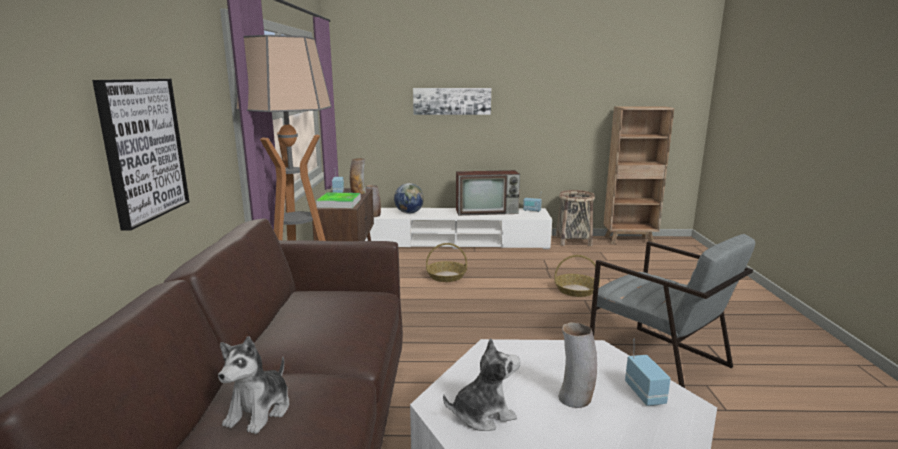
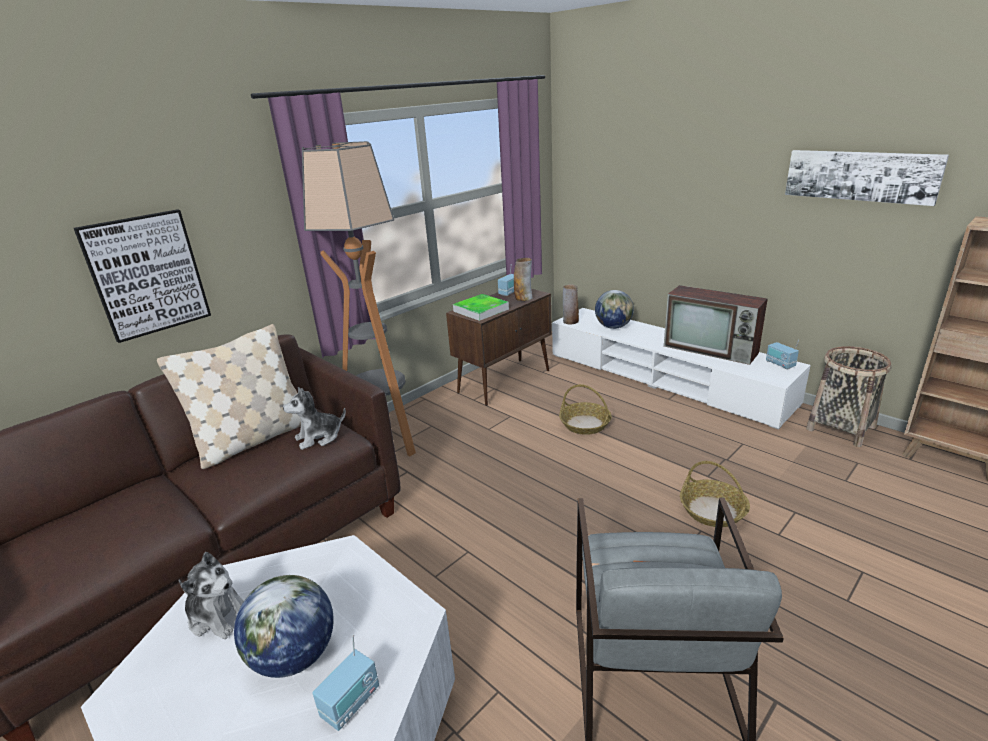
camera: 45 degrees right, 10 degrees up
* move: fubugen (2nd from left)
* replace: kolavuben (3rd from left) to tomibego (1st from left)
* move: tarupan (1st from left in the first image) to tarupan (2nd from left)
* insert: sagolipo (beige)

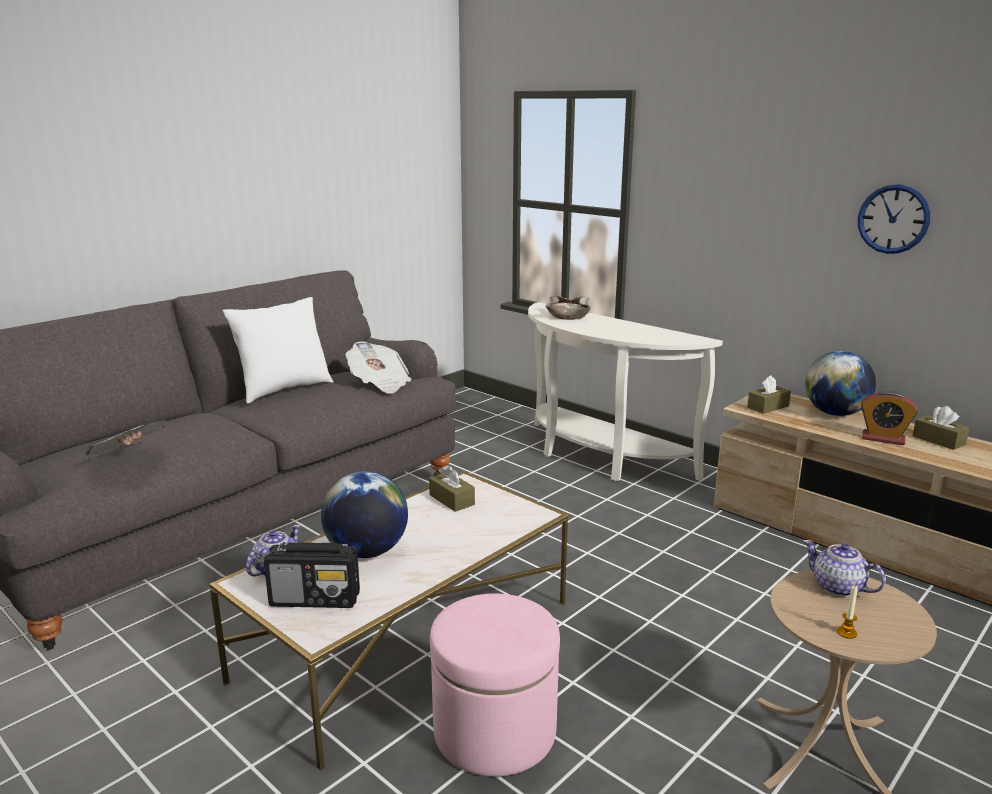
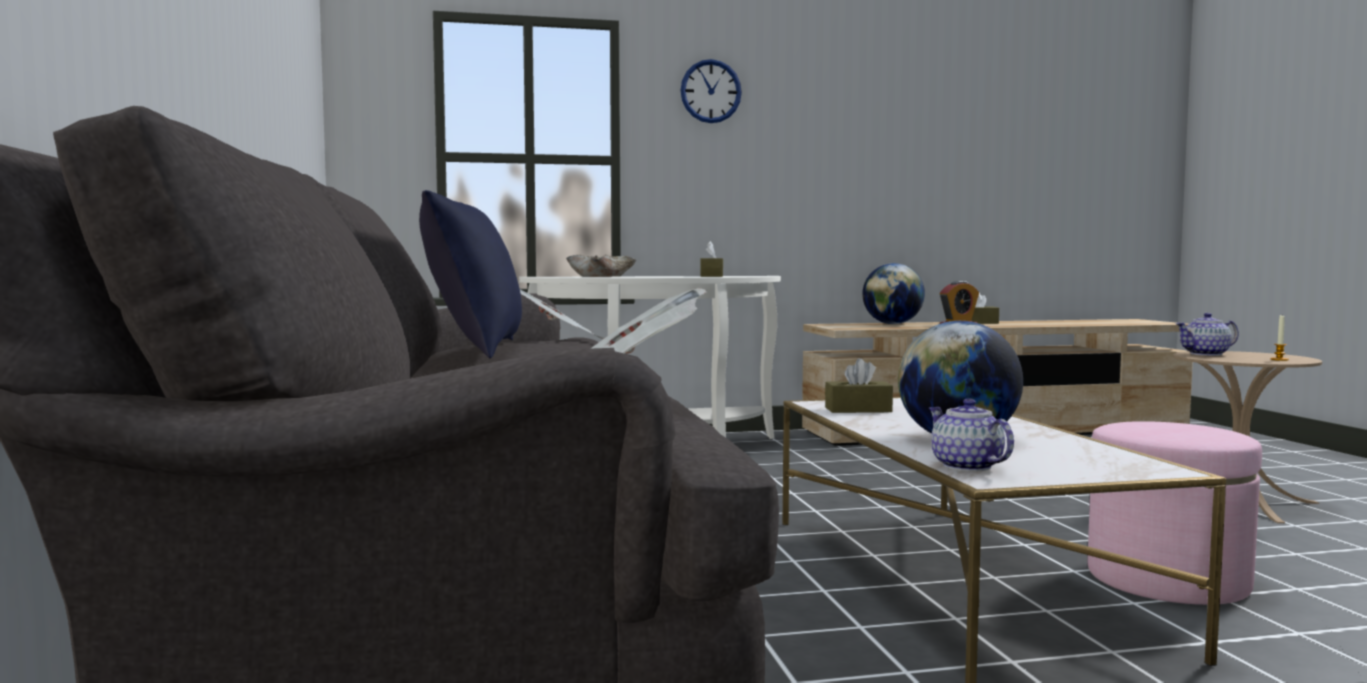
camera: 55 degrees left, 15 degrees down
* move: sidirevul
* recolor: sagolipo (white) to sagolipo (blue)
* move: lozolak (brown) (2nd from left in the first image) to lozolak (brown) (1st from left)
* delete: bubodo

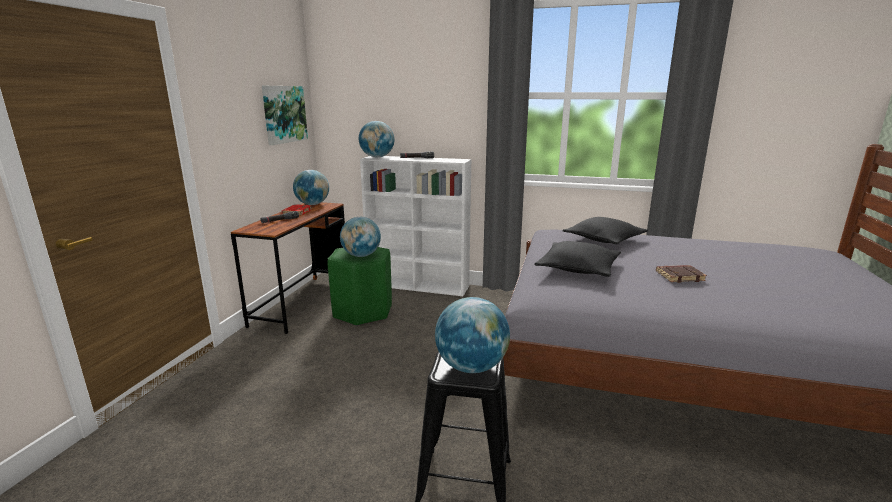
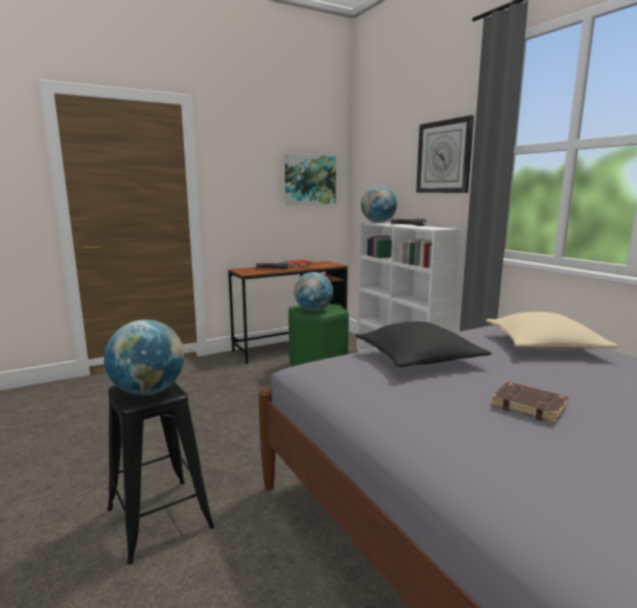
camera: 45 degrees right, 5 degrees down
* delete: tomibego (1st from left)
* recolor: sagolipo (black) (2nd from left) to sagolipo (beige)
* insert: sidirevul

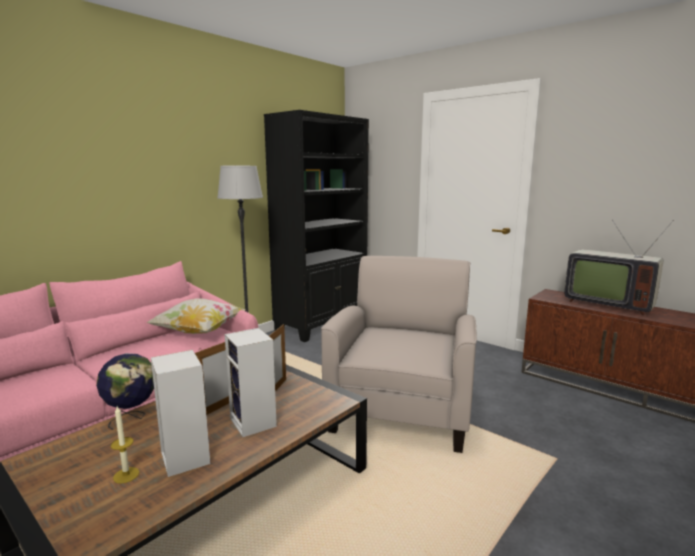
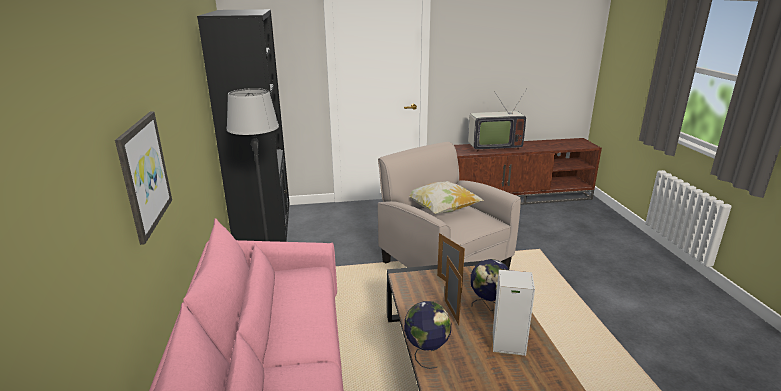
camera: 50 degrees left, 10 degrees up
* move: sagolipo
* replace: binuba (2nd from left) to tomibego (2nd from left)
* delete: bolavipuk
* insert: fubugen

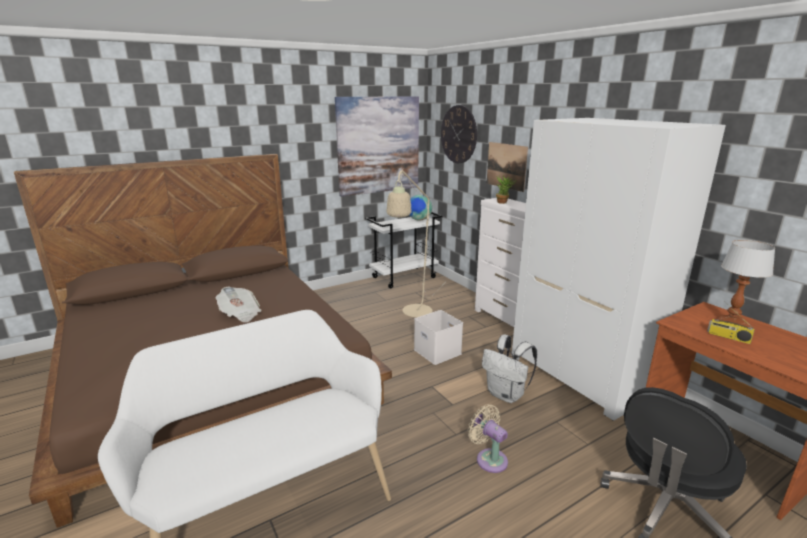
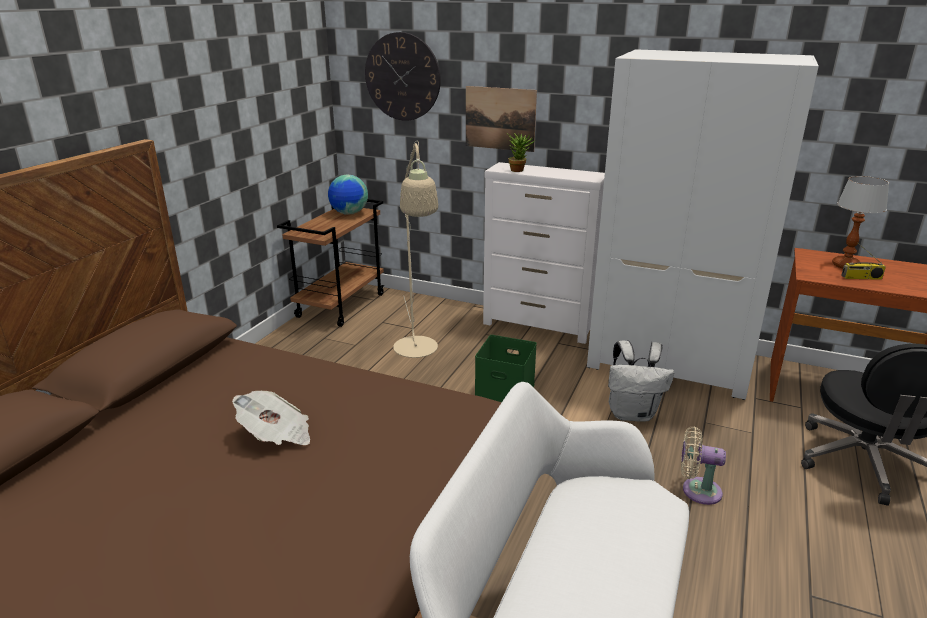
camera: 35 degrees left, 5 degrees up
* delete: fubugen (1st from left)
* recolor: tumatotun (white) to tumatotun (brown)
* recolor: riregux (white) to riregux (green)

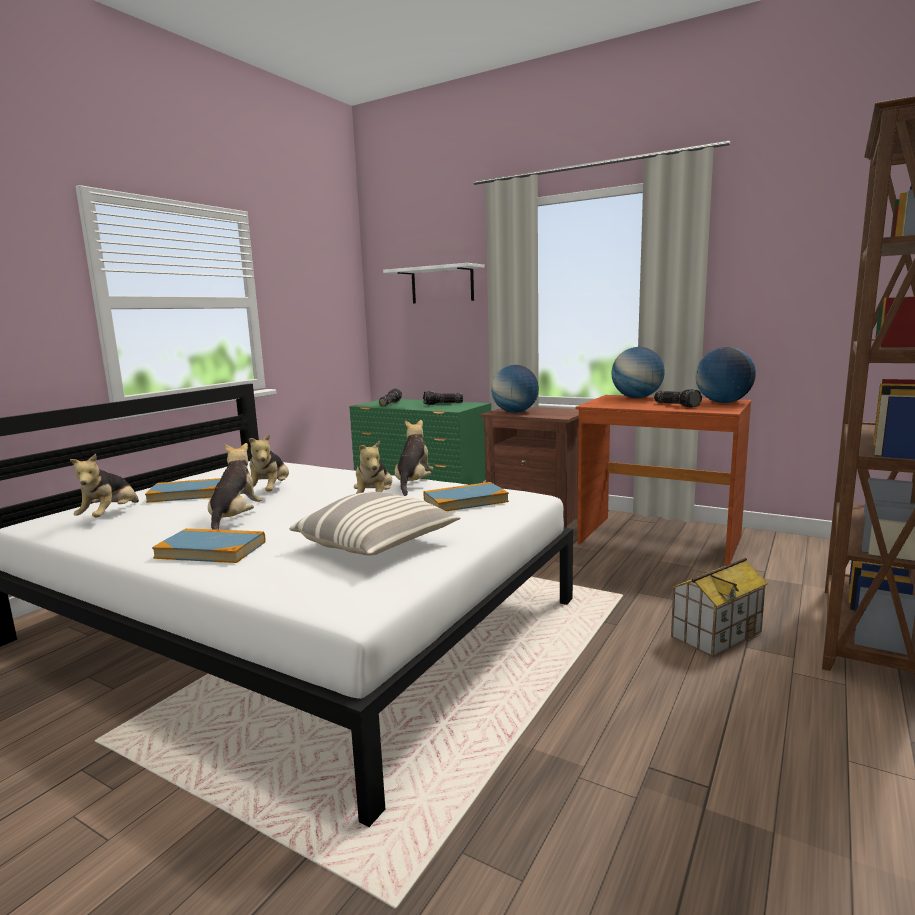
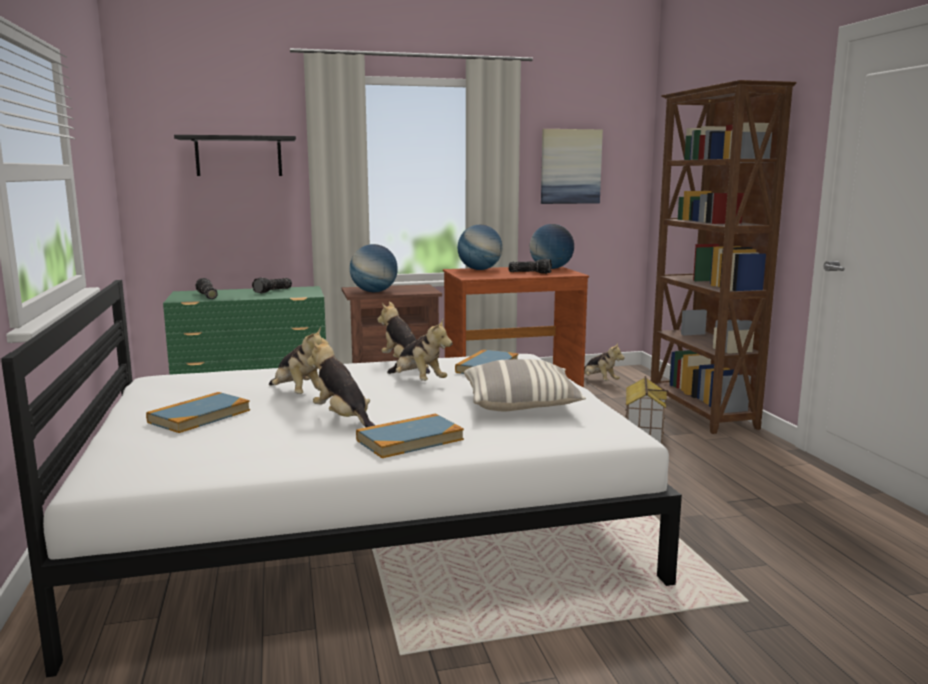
camera: 45 degrees left, 0 degrees up
* recolor: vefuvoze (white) to vefuvoze (black)
* move: tarupan (1st from left in the first image) to tarupan (5th from left)
* insert: fubugen

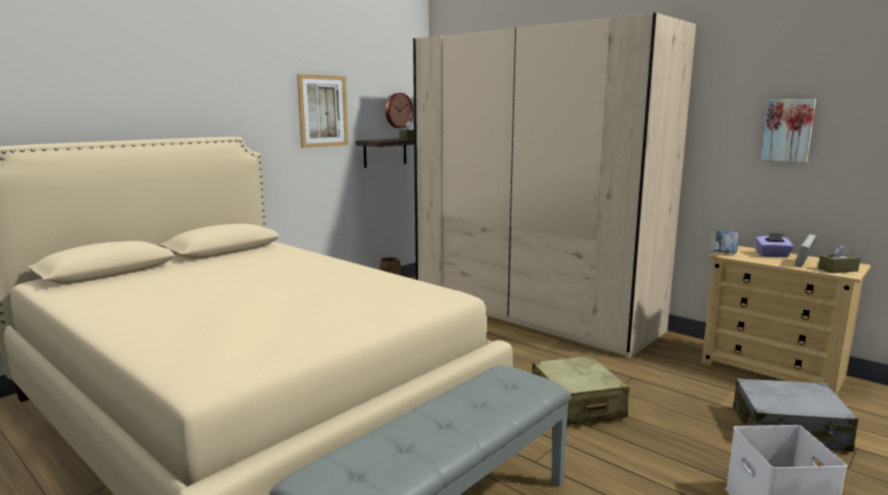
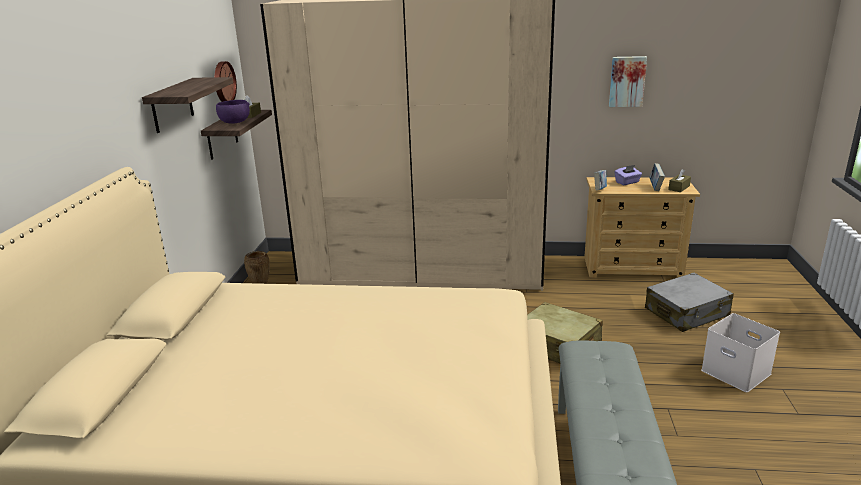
camera: 35 degrees left, 10 degrees up
* replace: fubugen (1st from left) to vefuvoze (1st from left)
* insert: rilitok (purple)

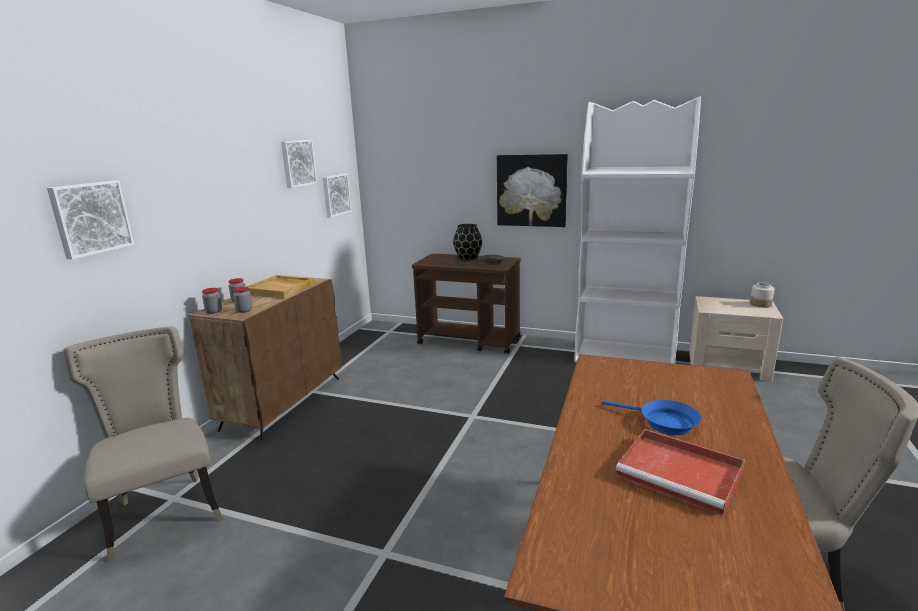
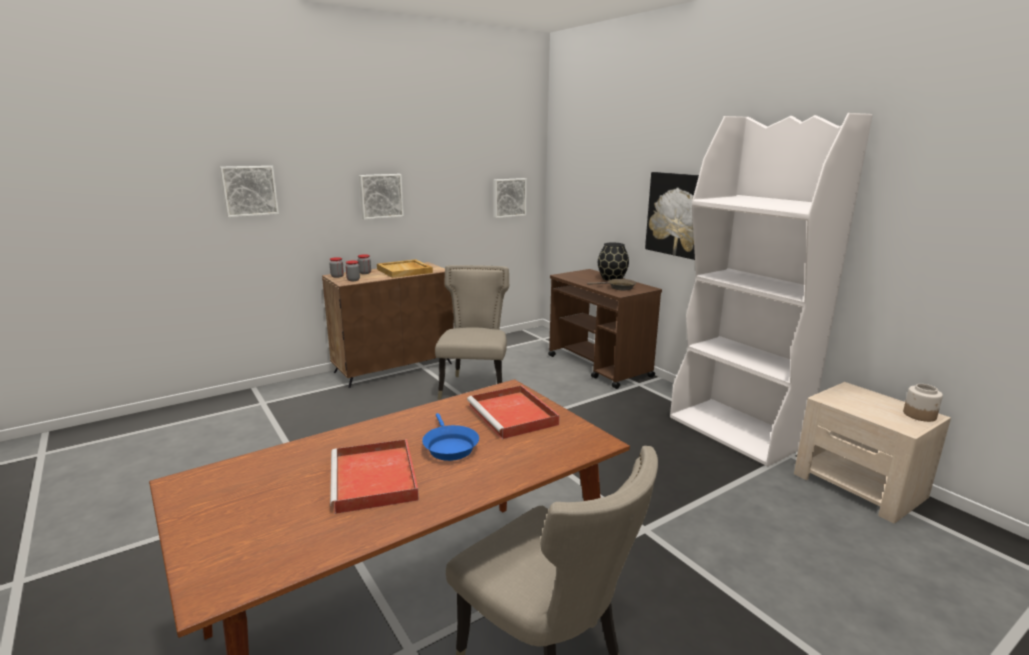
camera: 35 degrees right, 0 degrees up
* move: fubugen (2nd from left)
* move: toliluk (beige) (1st from left)
* insert: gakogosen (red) (2nd from left)

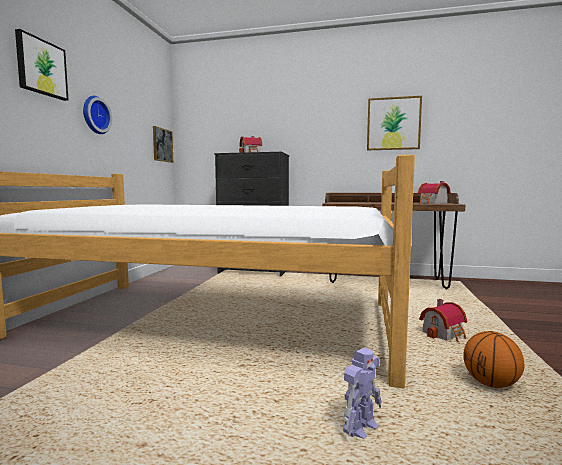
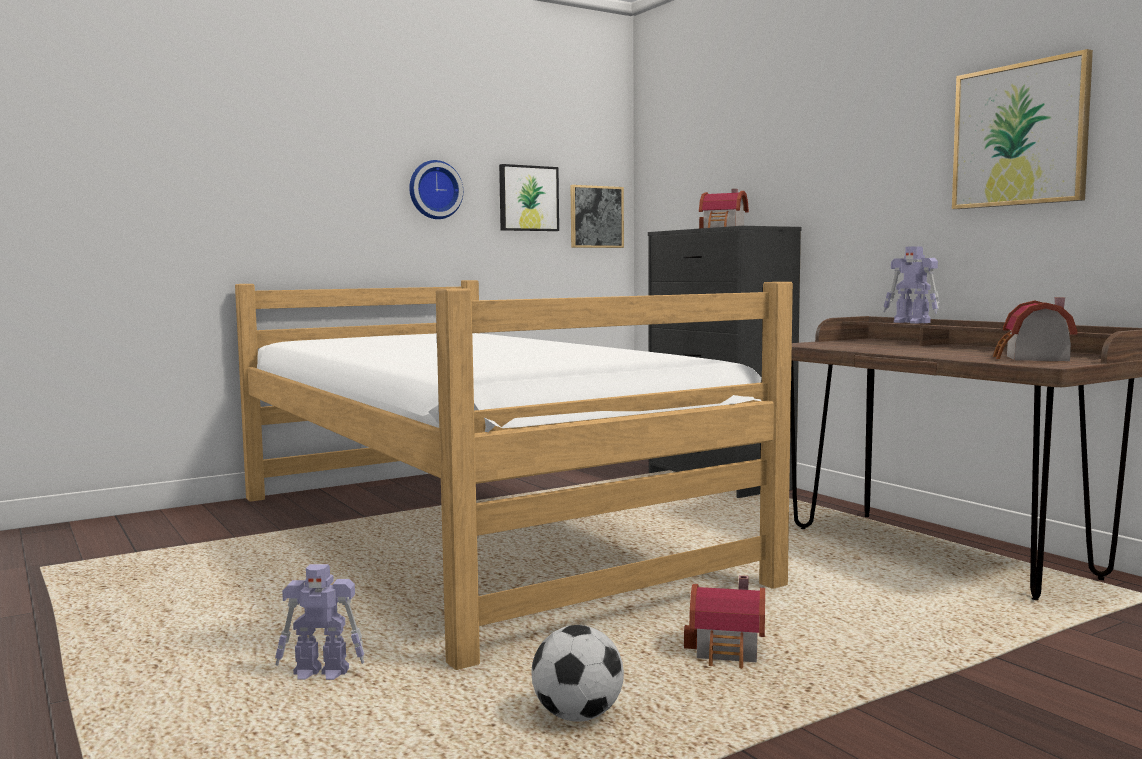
camera: 45 degrees right, 0 degrees up
* move: fubugen (1st from left)
* replace: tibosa to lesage
* insert: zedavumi (2nd from left)

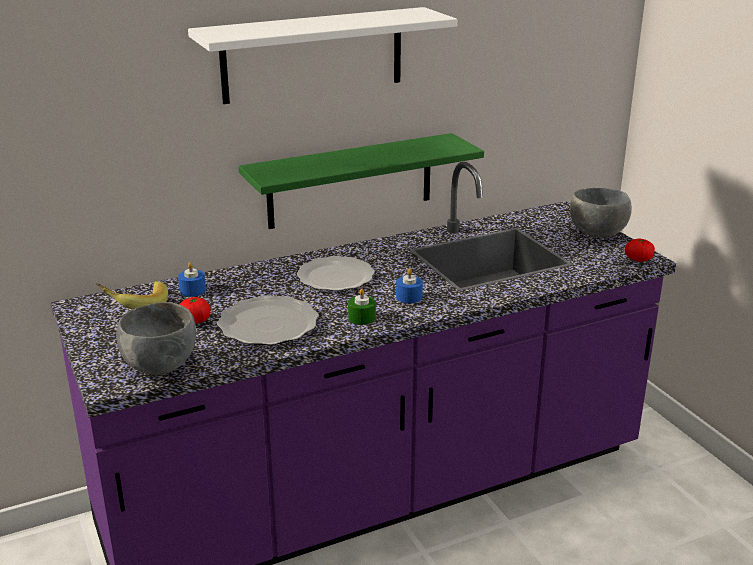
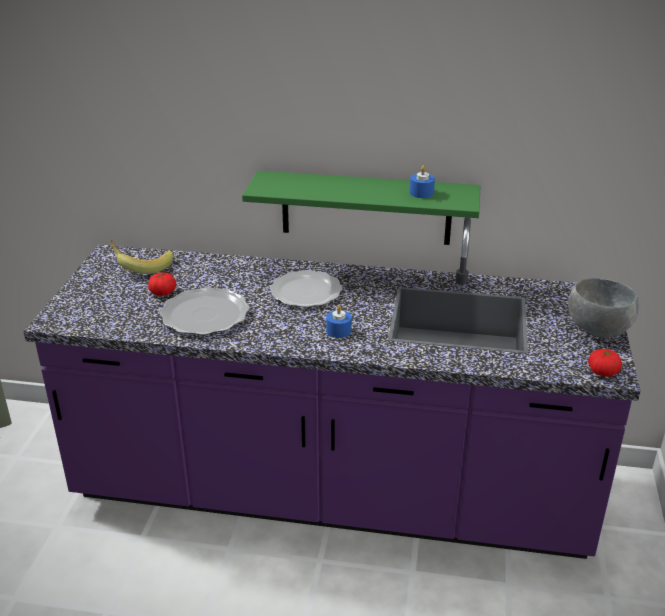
camera: 35 degrees right, 5 degrees up
* delete: vefuvoze (white)
* move: bolavipuk (blue) (1st from left in the first image) to bolavipuk (blue) (2nd from left)
* delete: bolavipuk (green)
* delete: rilitok (grey) (1st from left)

